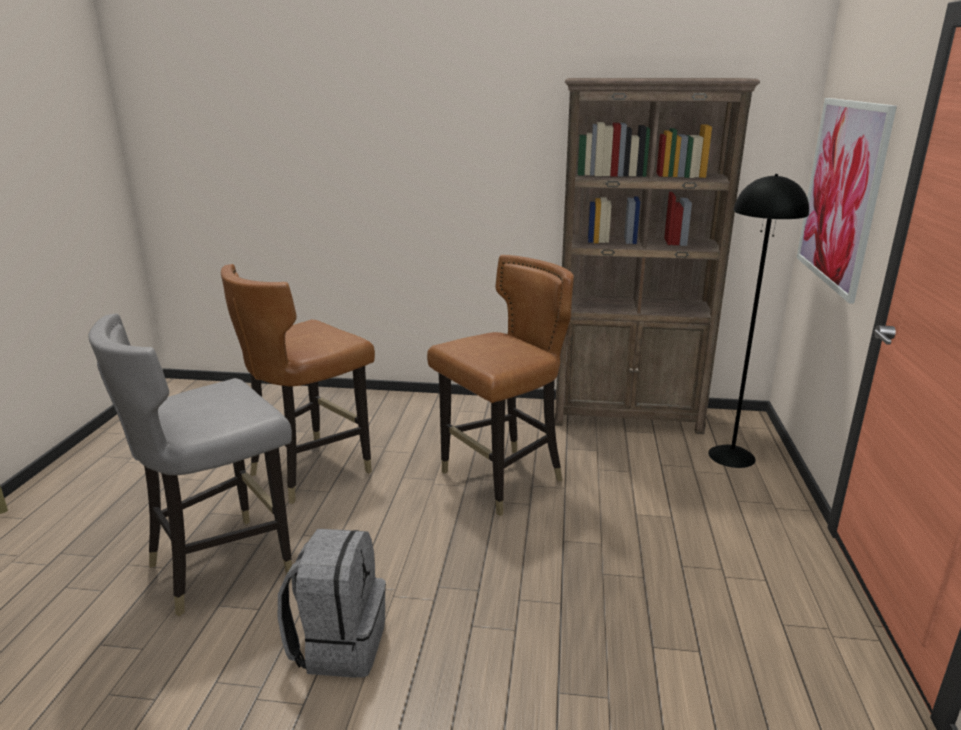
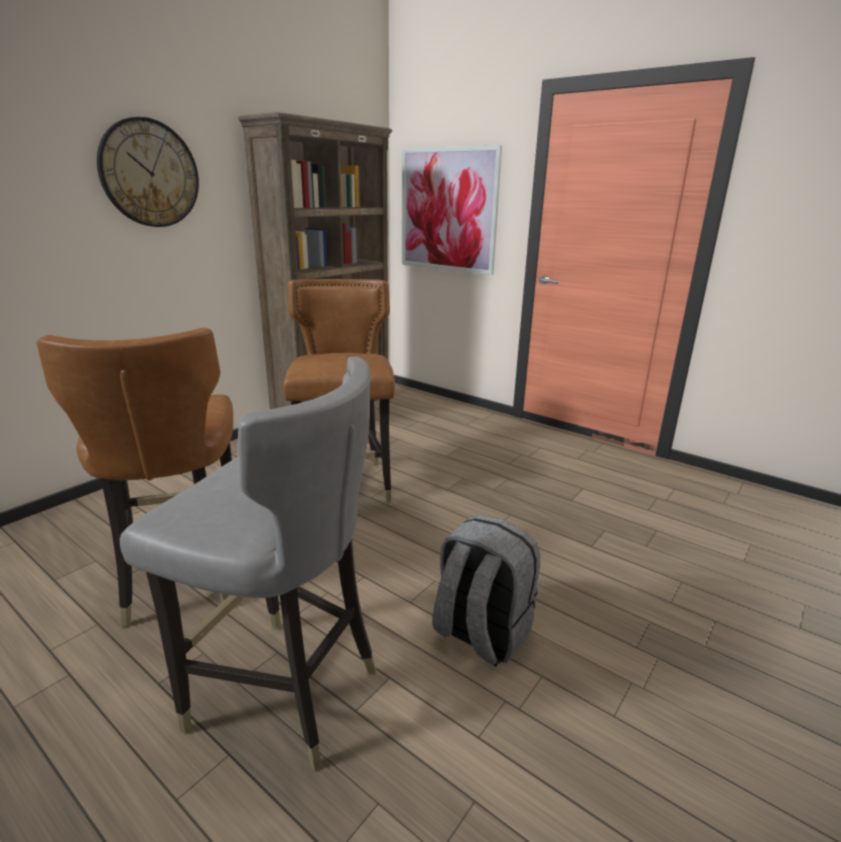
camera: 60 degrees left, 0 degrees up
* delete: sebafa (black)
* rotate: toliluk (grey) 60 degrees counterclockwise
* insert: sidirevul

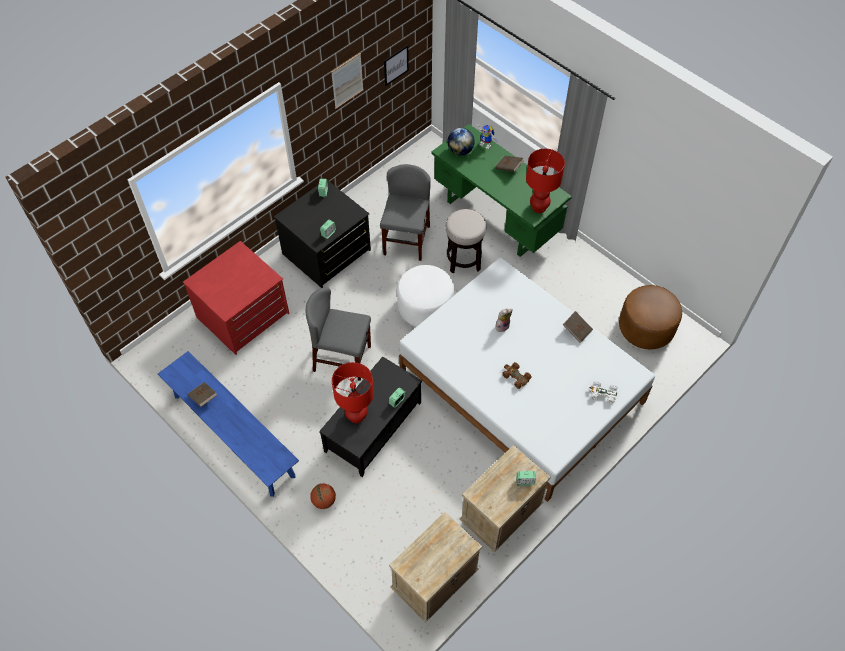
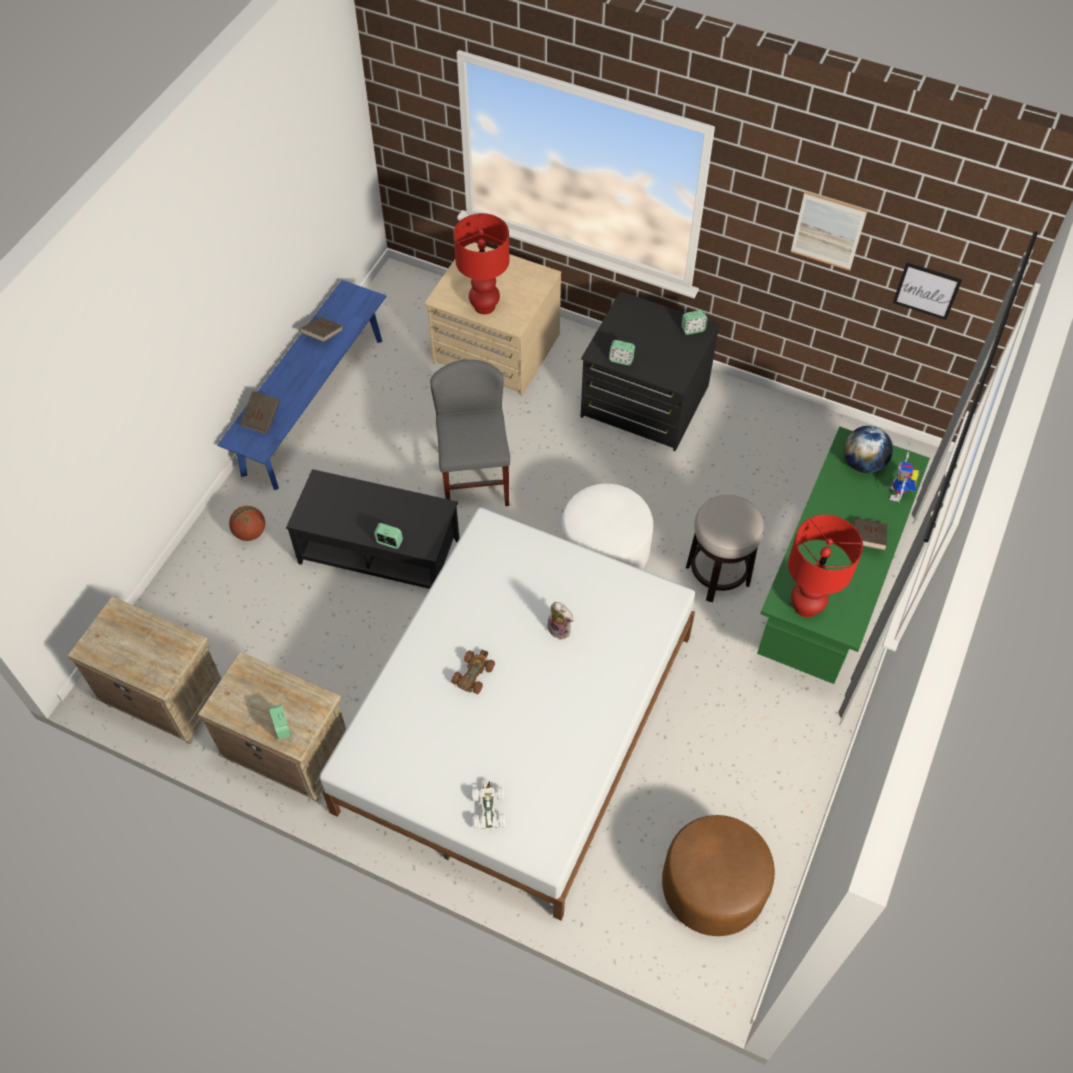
camera: 70 degrees right, 0 degrees up
* delete: toliluk (grey) (2nd from left)
* recolor: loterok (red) to loterok (beige)
* move: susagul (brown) (3rd from left in the first image) to susagul (brown) (1st from left)
* move: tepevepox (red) (1st from left)

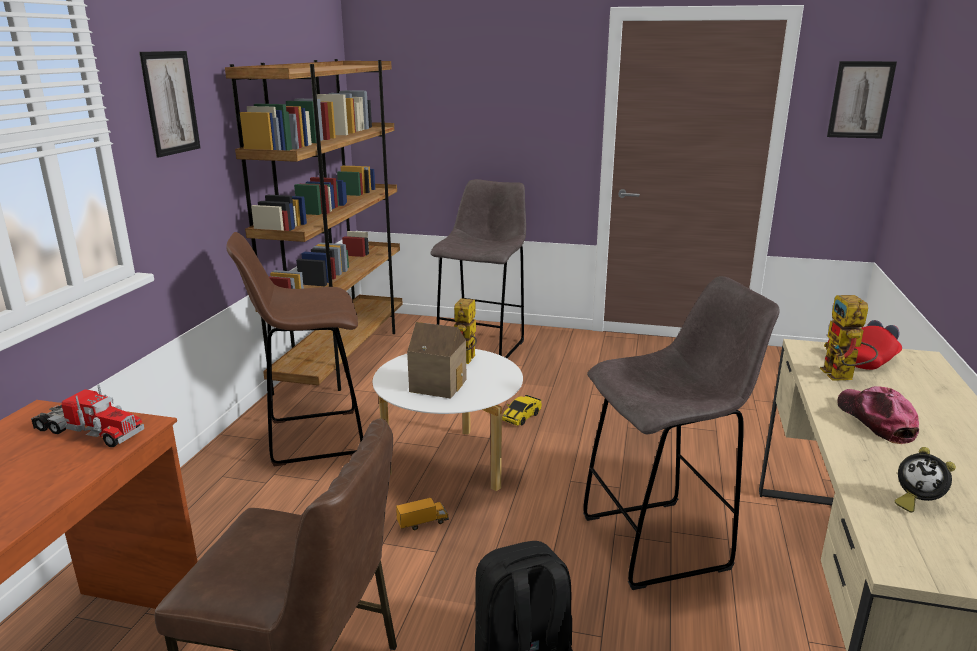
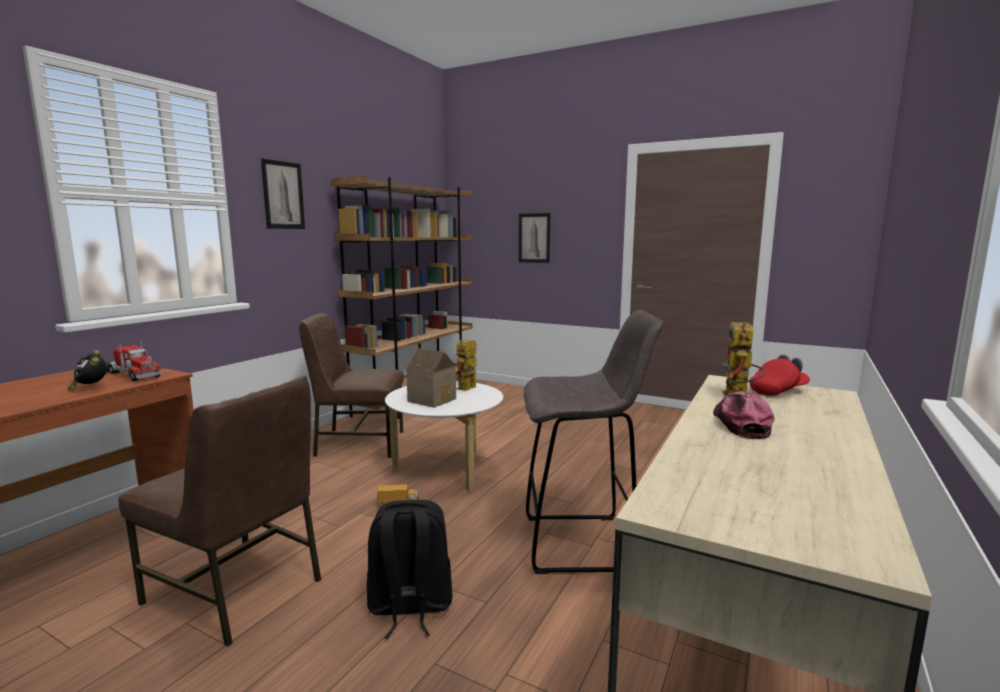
camera: 15 degrees right, 10 degrees down
* move: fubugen (2nd from left)
* delete: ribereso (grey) (1st from left)
* replace: ribereso (brown) to toliluk (brown) (2nd from left)
* delete: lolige
* move: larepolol

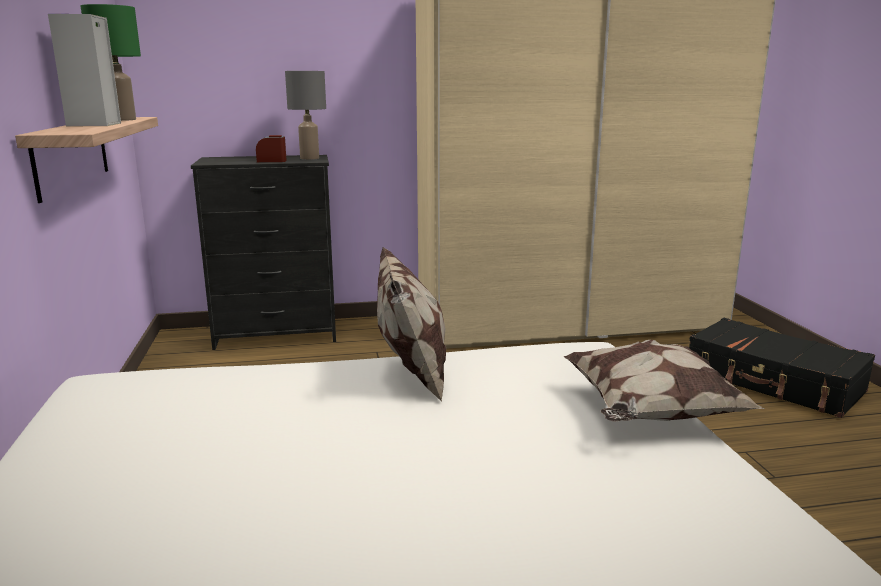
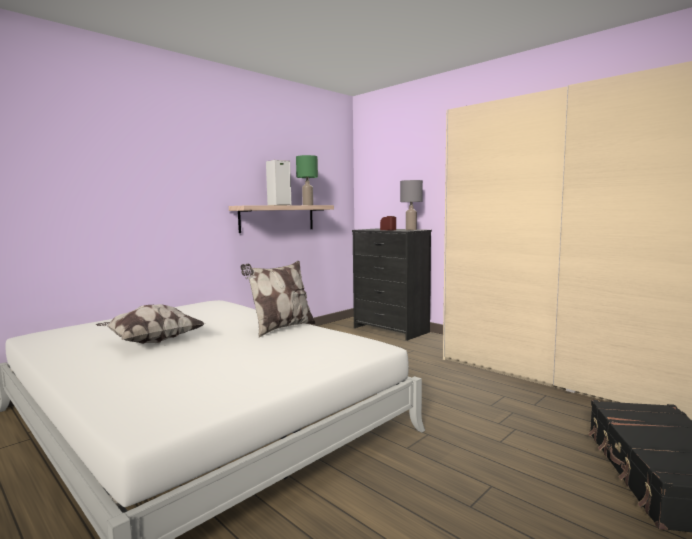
camera: 55 degrees right, 10 degrees down
* move: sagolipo (2nd from left in the first image) to sagolipo (1st from left)

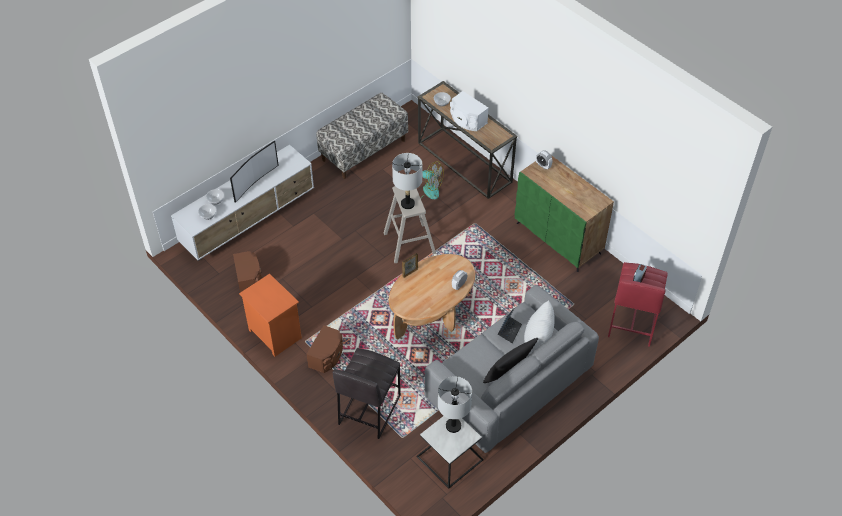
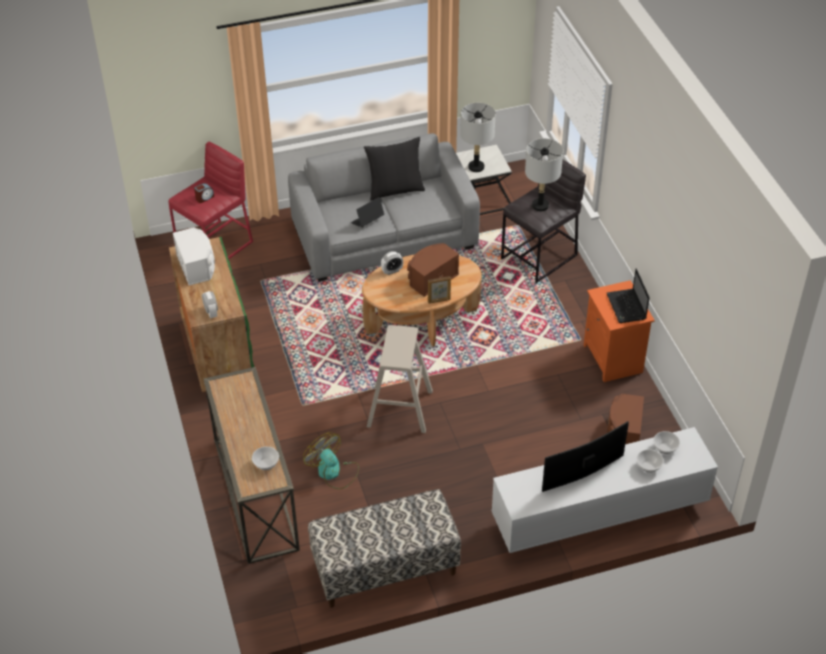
camera: 155 degrees left, 5 degrees down
* move: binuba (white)
* move: tepevepox (grey) (1st from left in the first image) to tepevepox (grey) (2nd from left)
* delete: sagolipo (white)
* move: binuba (brown) (2nd from left in the first image) to binuba (brown) (1st from left)
* insert: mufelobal (2nd from left)

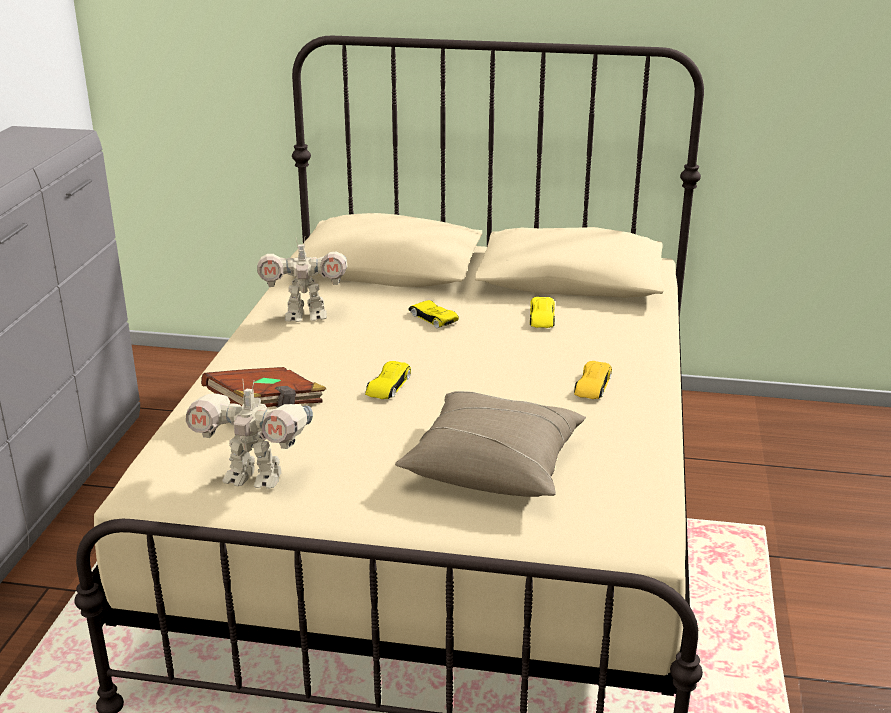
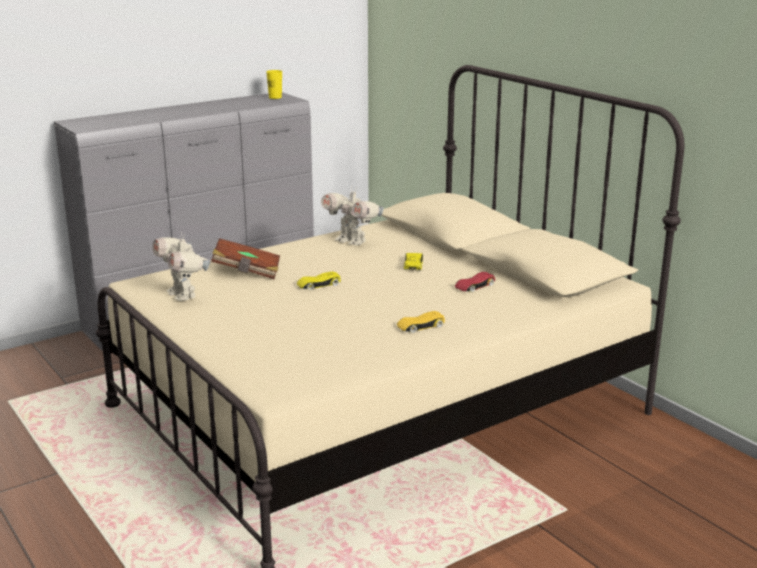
camera: 45 degrees right, 5 degrees down
* recolor: lolige (yellow) (3rd from left) to lolige (red)
* delete: sagolipo (beige)
* insert: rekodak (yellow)

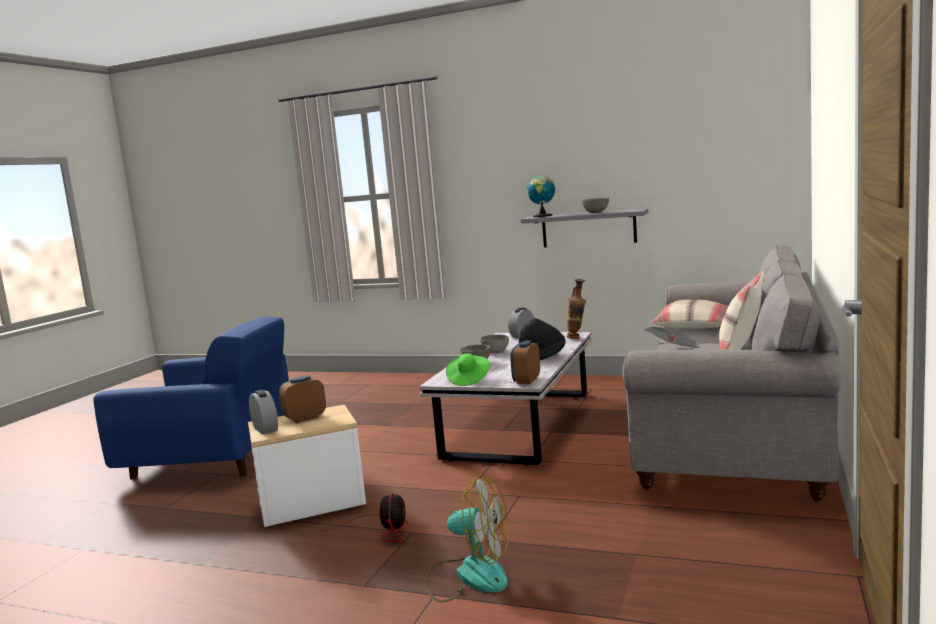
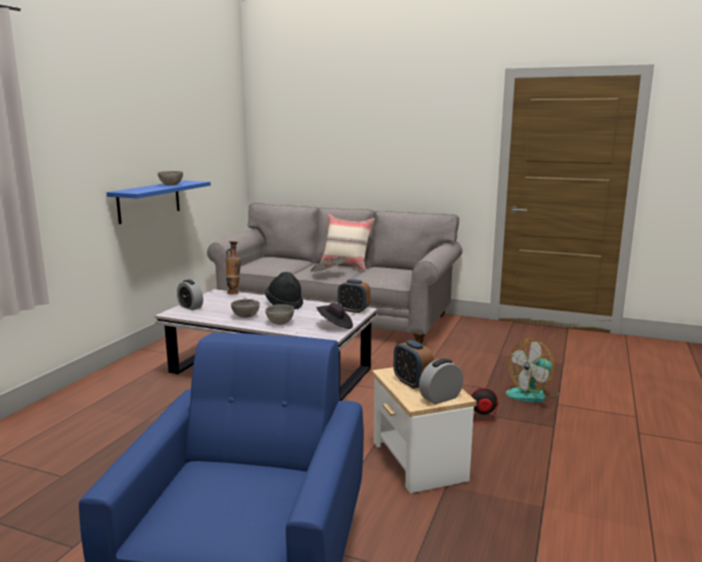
camera: 90 degrees left, 5 degrees up
* delete: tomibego
* recolor: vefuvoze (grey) to vefuvoze (blue)
* delete: sagolipo (beige) (1st from left)
* recolor: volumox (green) to volumox (black) (2nd from left)
* rotate: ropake (2nd from left) 135 degrees counterclockwise

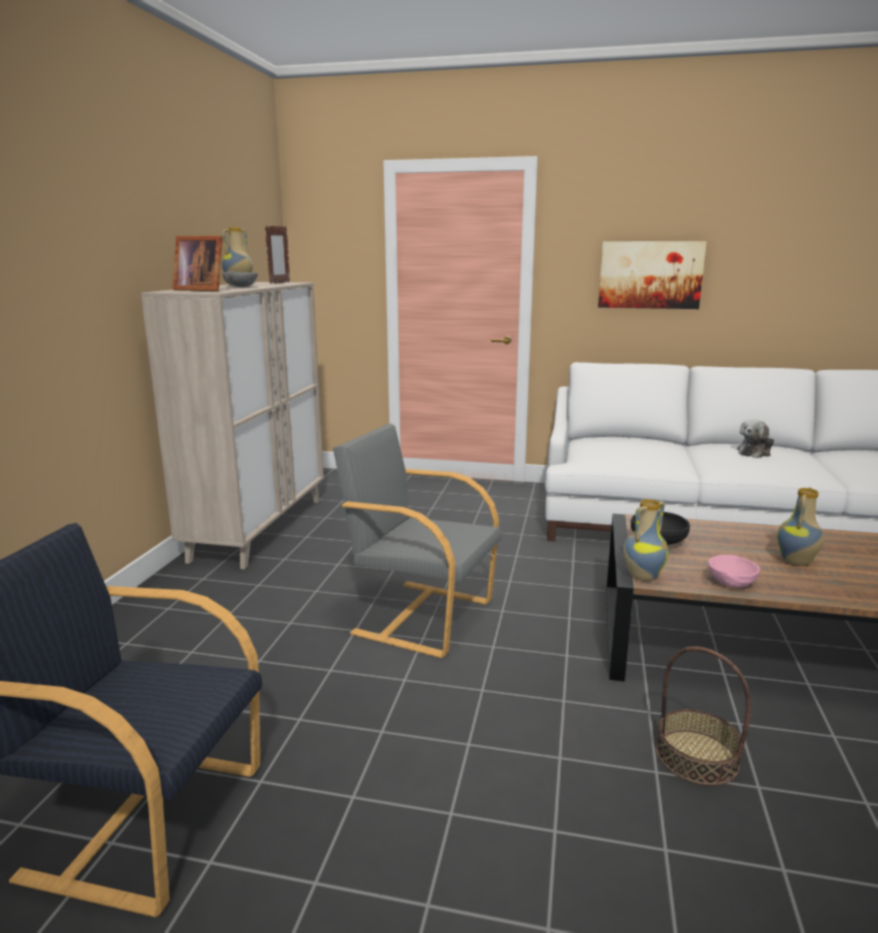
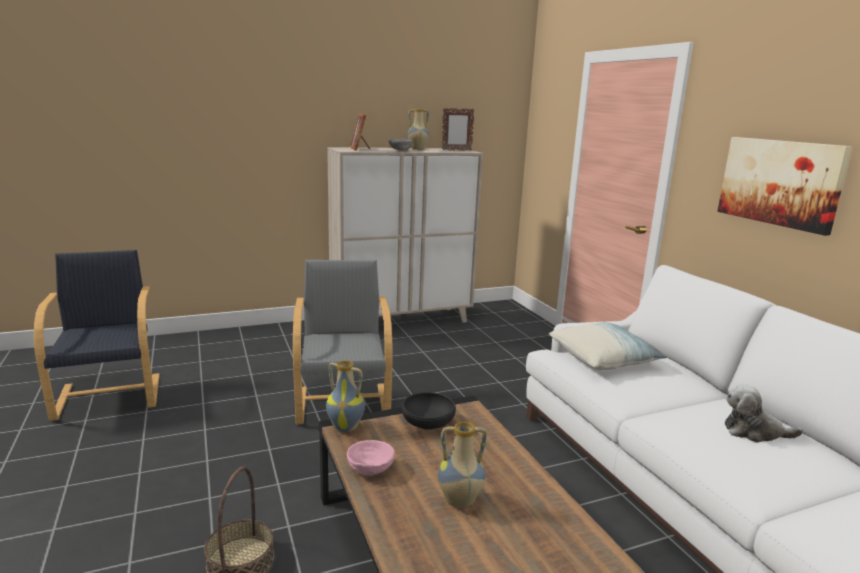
camera: 55 degrees right, 0 degrees up
* insert: sagolipo

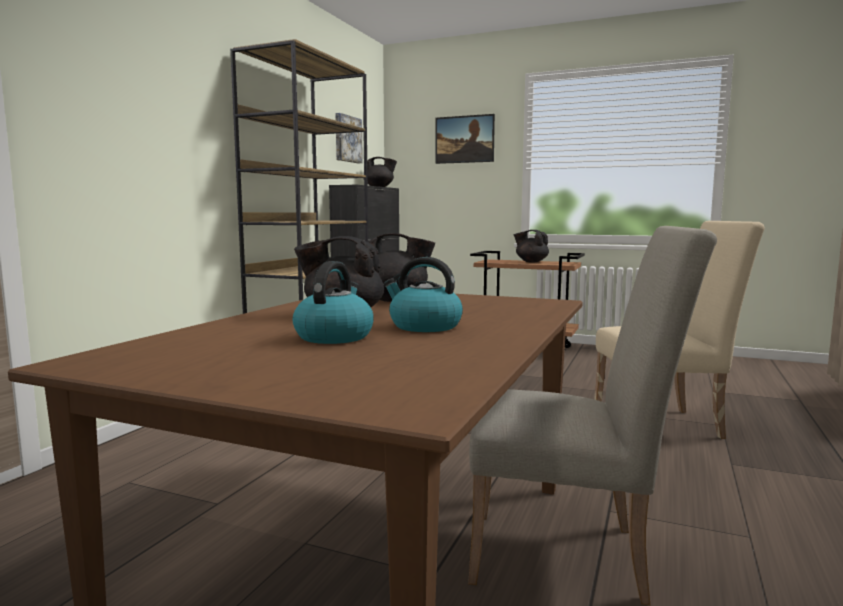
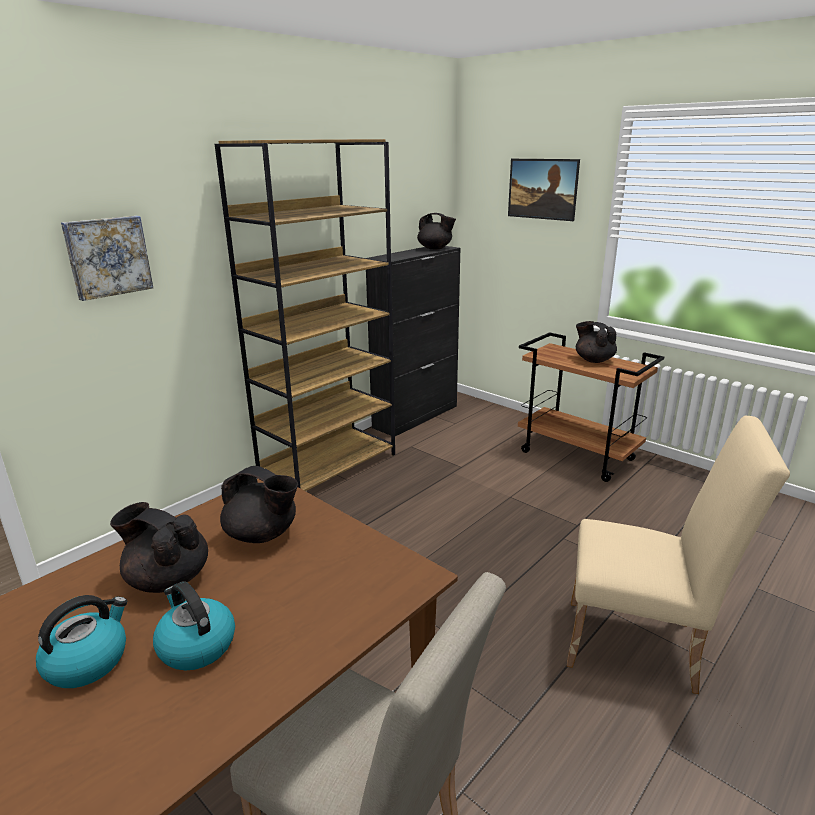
camera: 20 degrees right, 15 degrees up
* move: fubugen (1st from left)

